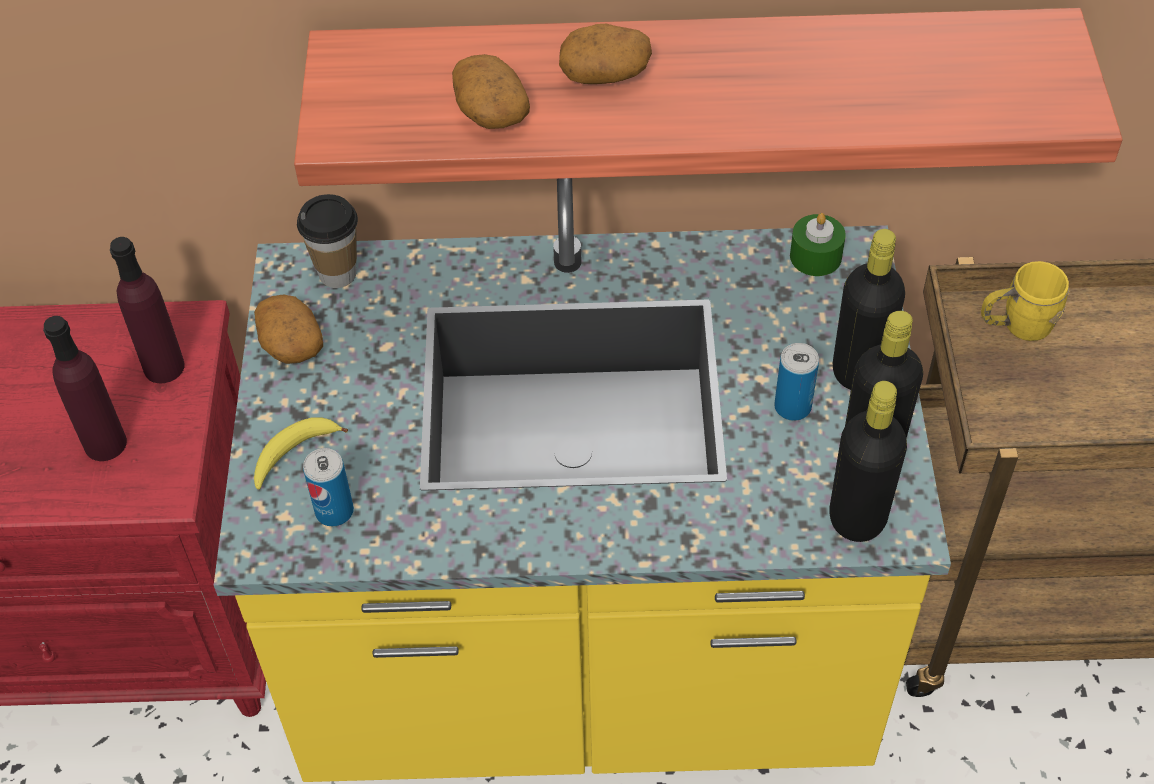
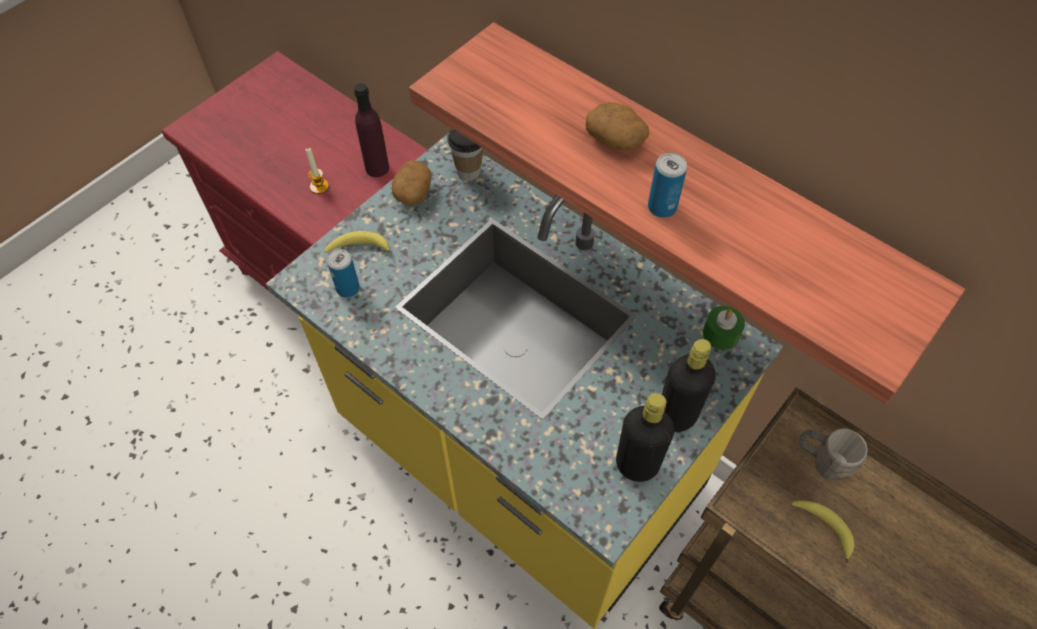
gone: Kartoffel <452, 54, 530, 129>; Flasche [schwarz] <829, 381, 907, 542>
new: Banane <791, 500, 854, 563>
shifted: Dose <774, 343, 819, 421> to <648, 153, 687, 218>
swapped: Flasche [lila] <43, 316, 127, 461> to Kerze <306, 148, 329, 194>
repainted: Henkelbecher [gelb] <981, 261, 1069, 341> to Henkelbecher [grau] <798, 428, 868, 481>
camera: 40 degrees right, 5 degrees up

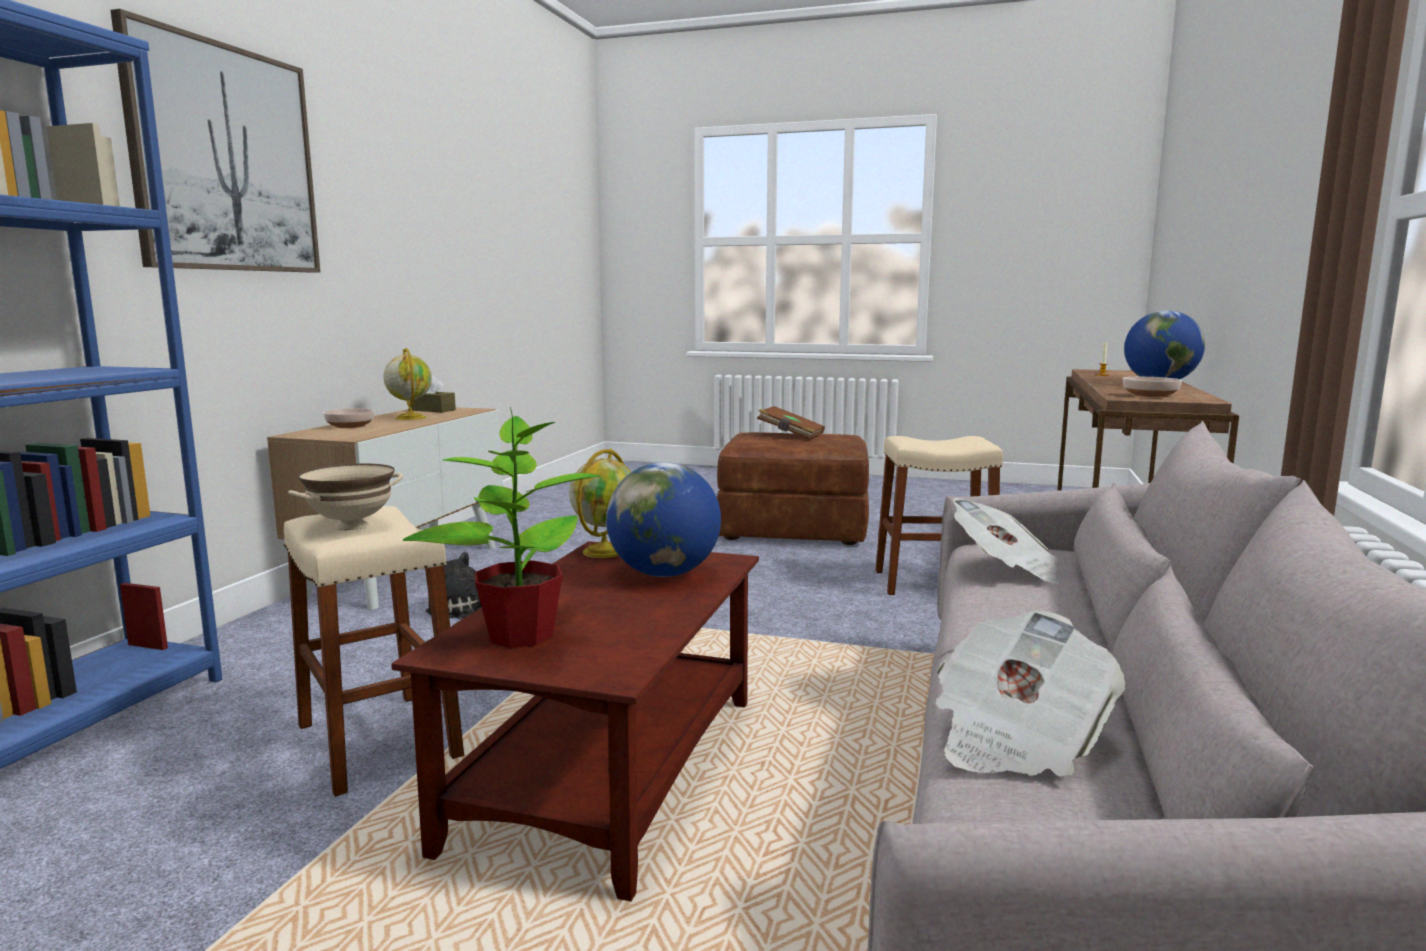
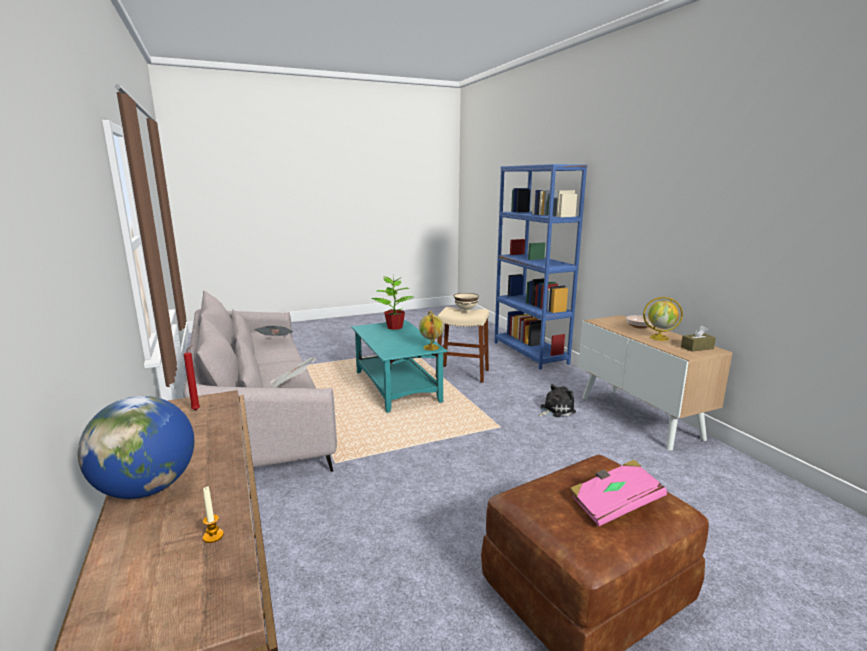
gone: Bild <111, 9, 320, 273>; Hocker [beige] <875, 436, 1003, 595>; Globus <606, 462, 721, 577>
swapped: Schüssel <1123, 377, 1182, 397> to Kerze [rot] <184, 345, 200, 410>
repainted: Buch [braun] <757, 406, 825, 440> to Buch [rosa] <570, 460, 667, 527>; Couchtisch [braun] <392, 541, 759, 901> to Couchtisch [türkis] <351, 320, 447, 413>
camera: 140 degrees right, 5 degrees up

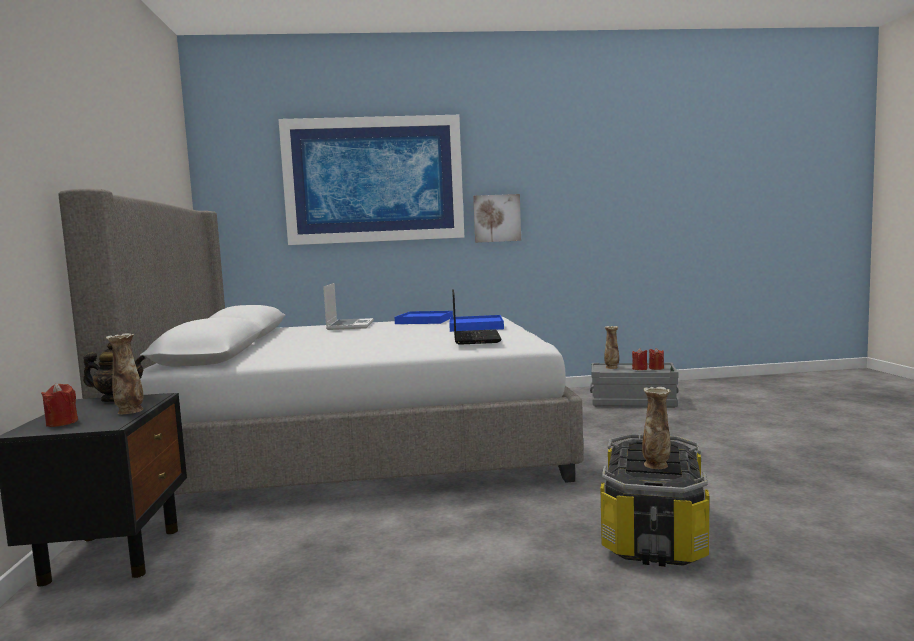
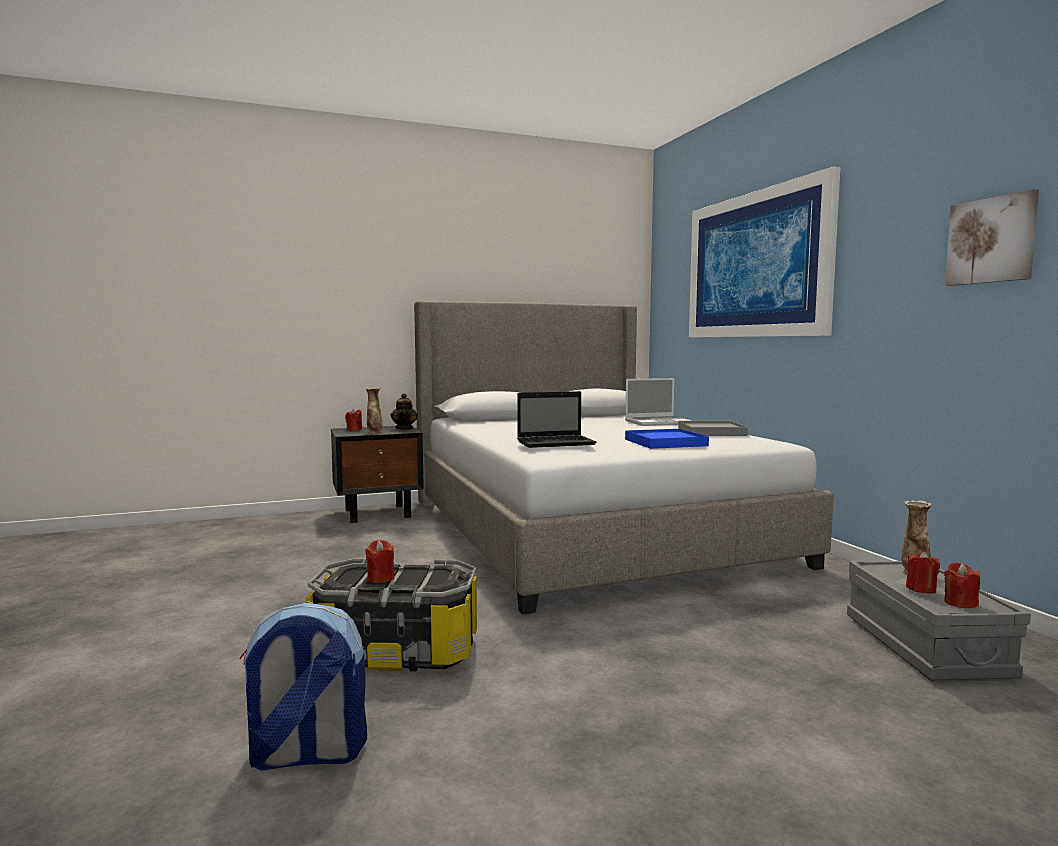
new: Rucksack <240, 603, 367, 771>
shifted: Bild <473, 194, 521, 243> to <945, 189, 1039, 286>
swapped: Vase <642, 387, 671, 469> to Kerze [rot] <365, 540, 395, 583>
repainted: Tablett [blau] <395, 311, 453, 324> to Tablett [grau] <678, 421, 748, 436>
camera: 75 degrees right, 0 degrees up

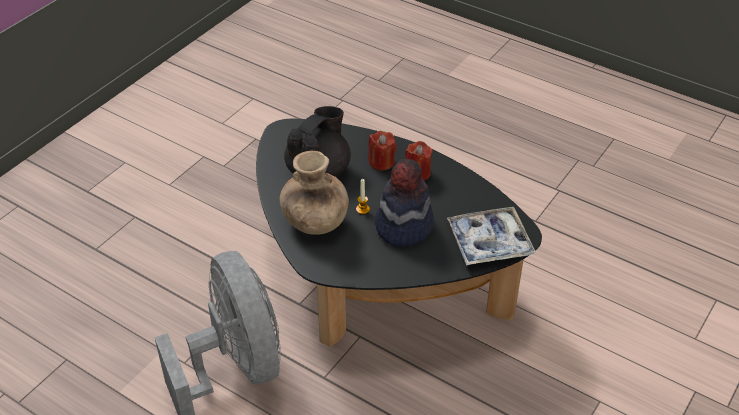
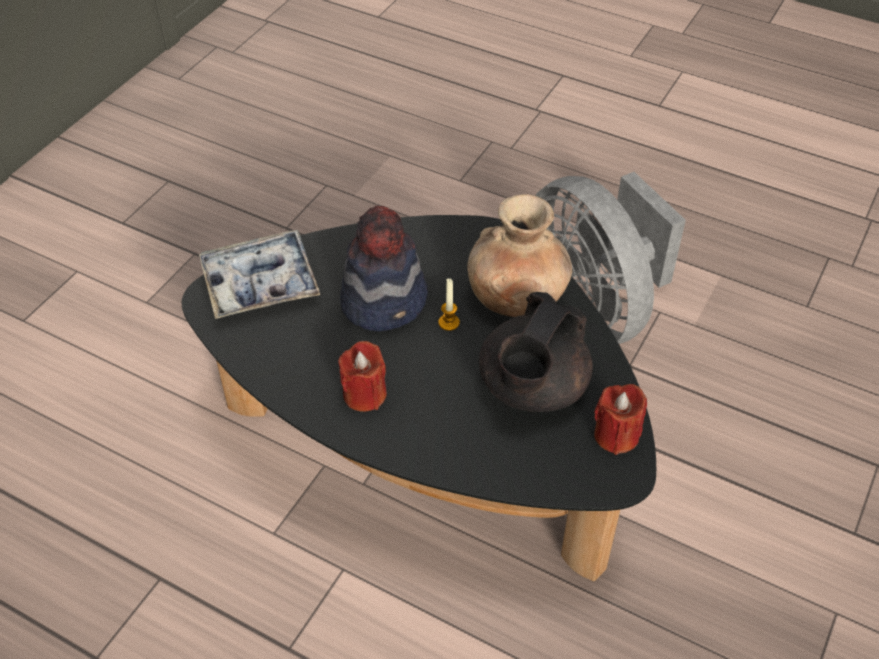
shifted: Kerze [rot] <368, 131, 397, 171> to <594, 384, 647, 455>
camera: 175 degrees right, 5 degrees up

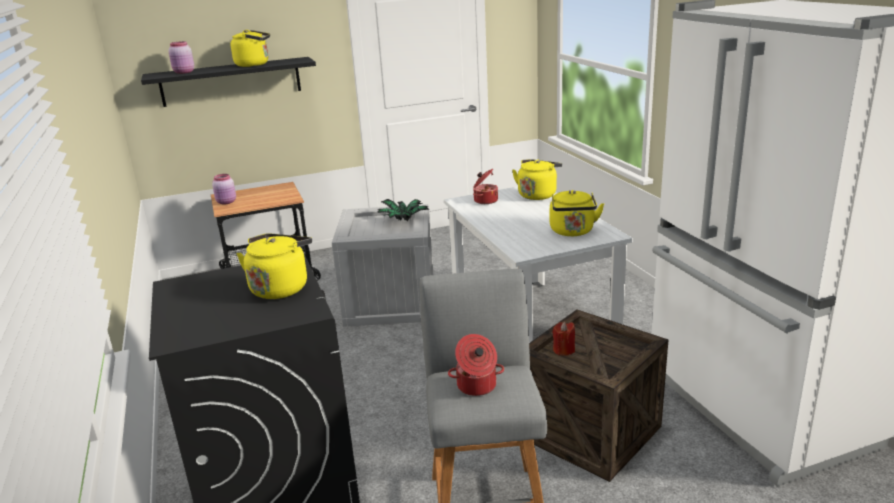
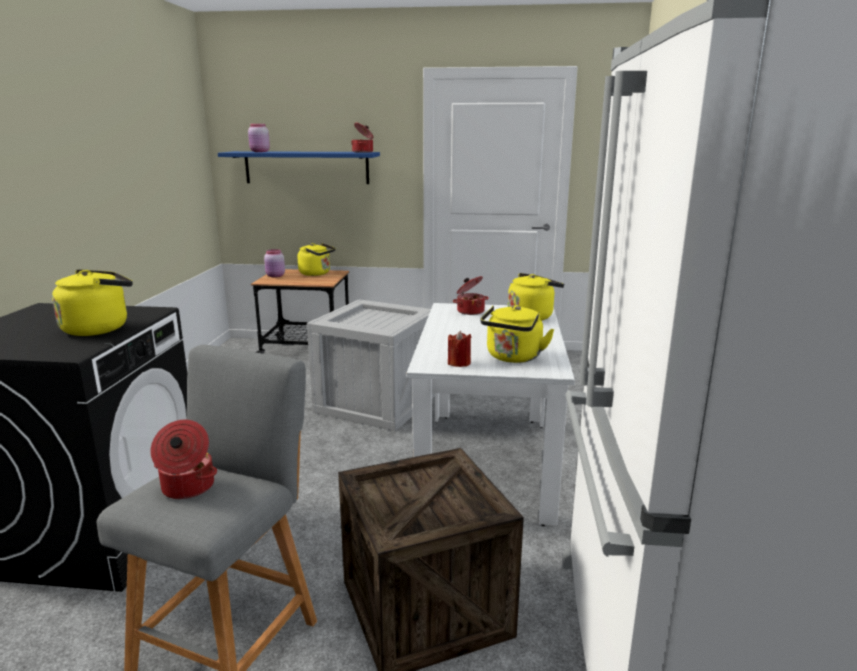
gone: Topfpflanze <377, 199, 430, 221>
new: Kochtopf <351, 123, 374, 153>
shifted: Wasserkessel [gelb] <230, 30, 270, 67> to <297, 243, 335, 276>; Kerze [rot] <552, 322, 575, 356> to <448, 331, 471, 367>
repainted: Wandregal [schwarz] <141, 57, 316, 107> to Wandregal [blau] <218, 151, 380, 184>
camera: 25 degrees right, 5 degrees down

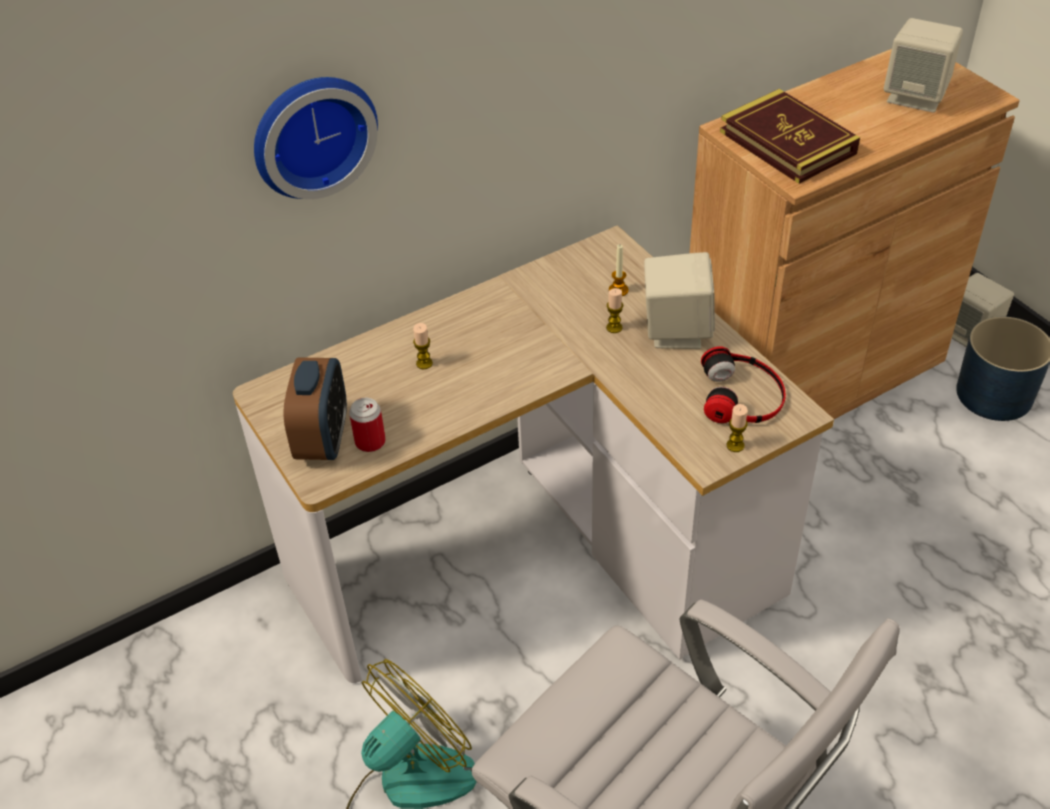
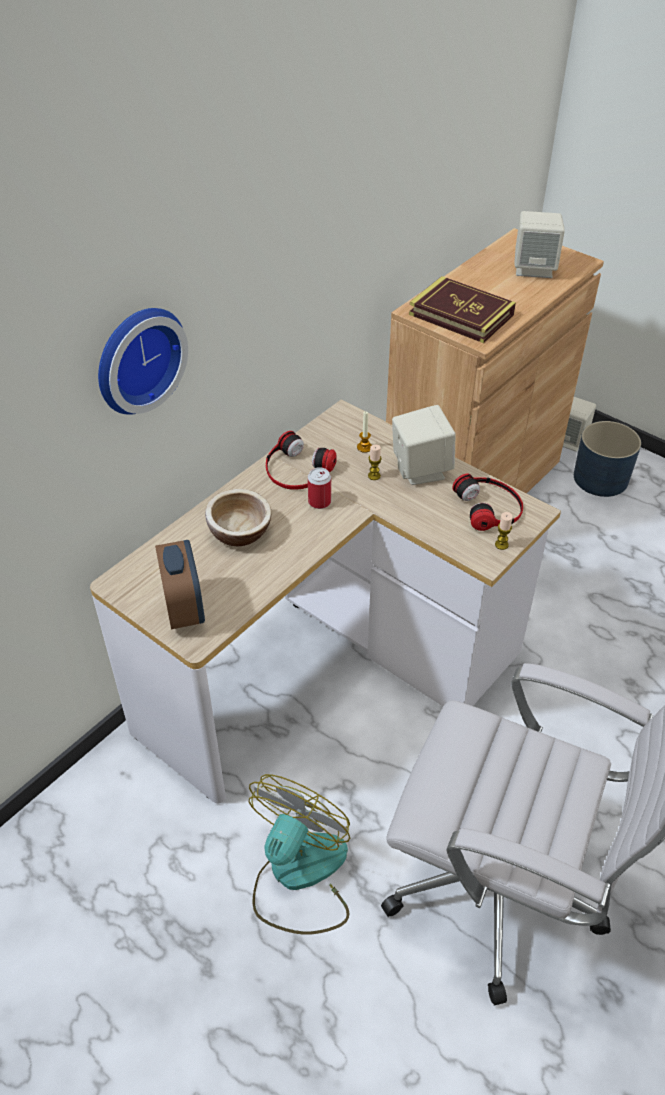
new: Kopfhörer <266, 431, 337, 490>
shifted: Dose <349, 398, 386, 452> to <308, 467, 331, 509>
swapped: Kerze <413, 323, 433, 369> to Schüssel <205, 489, 271, 546>
camera: 20 degrees left, 0 degrees up

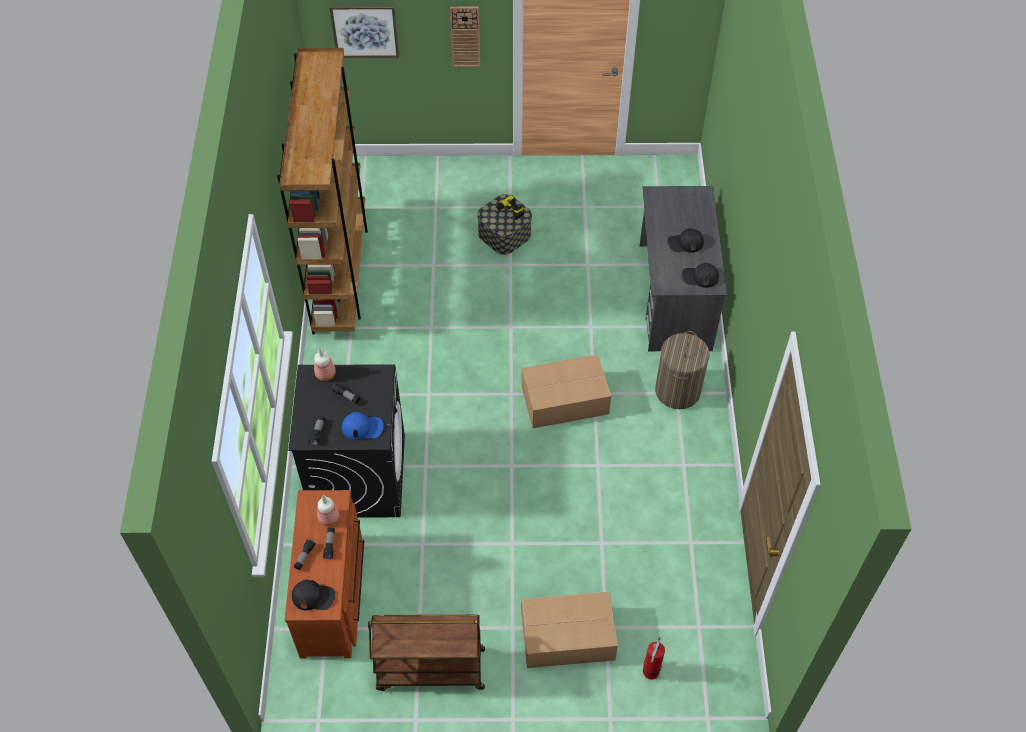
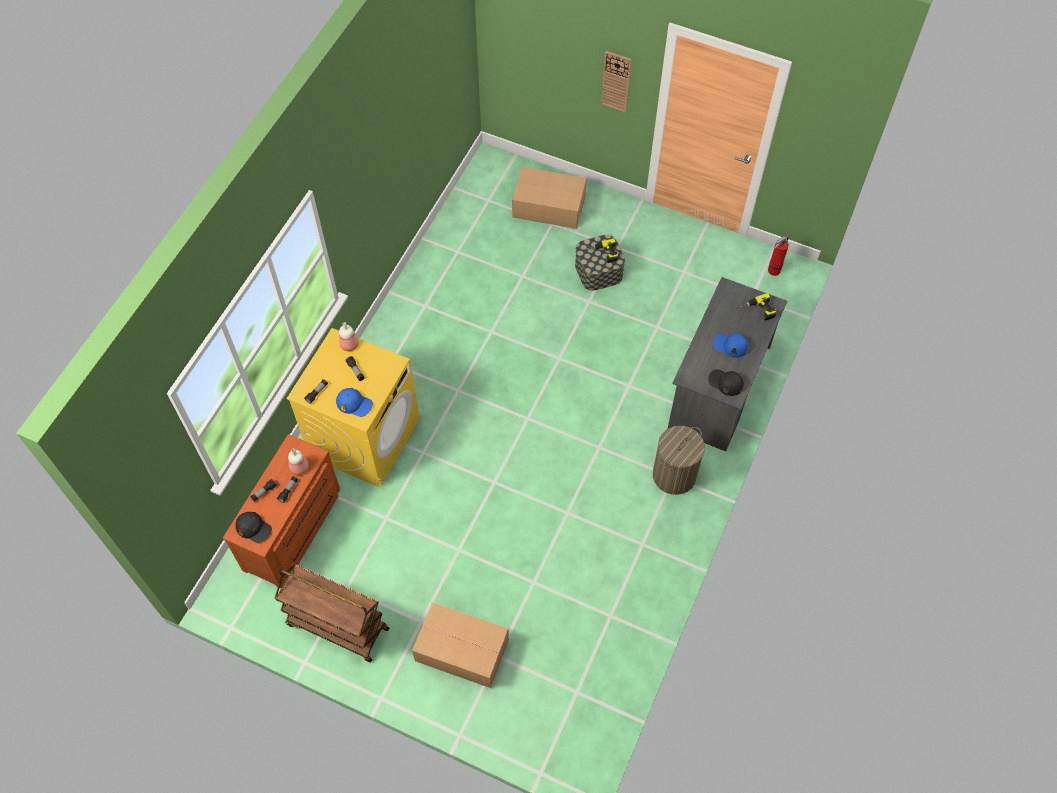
gone: Bild <329, 5, 399, 58>; Bücherregal [braun] <277, 48, 368, 335>
new: Bohrmaschine <737, 293, 777, 321>
shifted: Karton <522, 354, 611, 428> to <512, 167, 586, 229>; Feuerlöscher <643, 637, 665, 680> to <768, 236, 789, 276>
repainted: Kappe [schwarz] <668, 228, 704, 253> to Kappe [blau] <713, 333, 749, 358>; Waschmaschine [schwarz] <288, 364, 405, 517> to Waschmaschine [gelb] <286, 328, 420, 487>
camera: 25 degrees right, 5 degrees up

